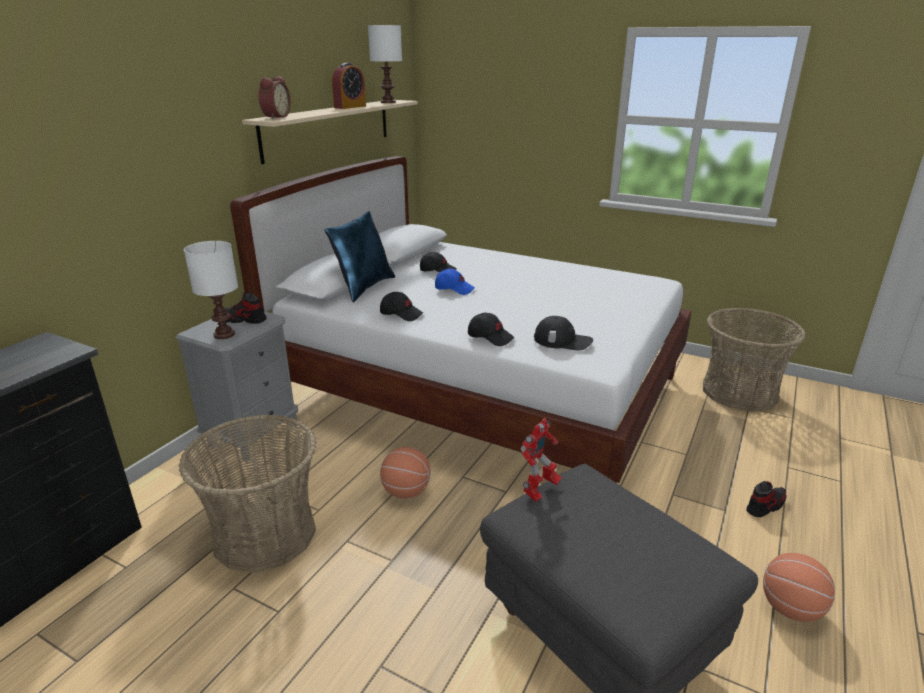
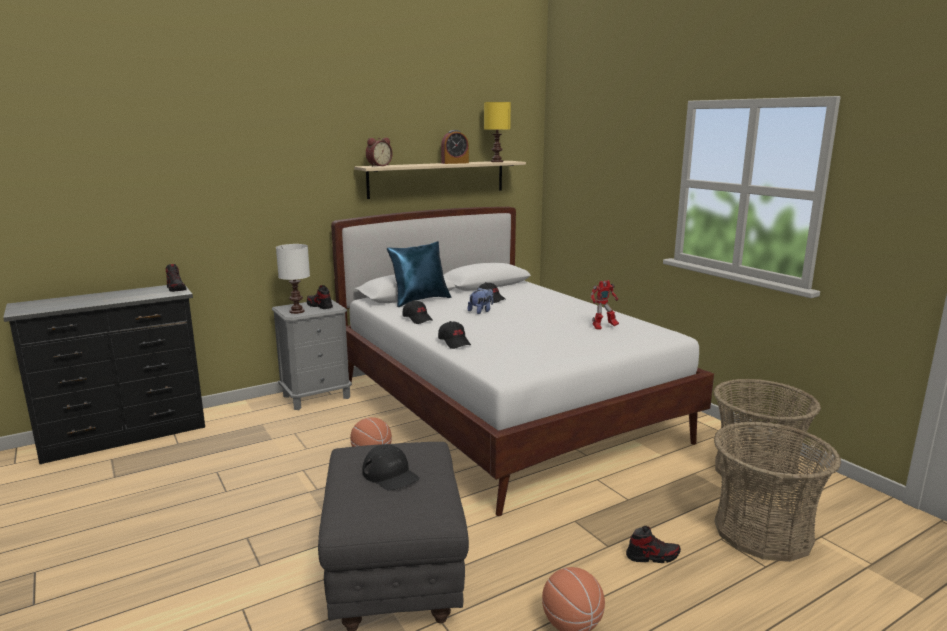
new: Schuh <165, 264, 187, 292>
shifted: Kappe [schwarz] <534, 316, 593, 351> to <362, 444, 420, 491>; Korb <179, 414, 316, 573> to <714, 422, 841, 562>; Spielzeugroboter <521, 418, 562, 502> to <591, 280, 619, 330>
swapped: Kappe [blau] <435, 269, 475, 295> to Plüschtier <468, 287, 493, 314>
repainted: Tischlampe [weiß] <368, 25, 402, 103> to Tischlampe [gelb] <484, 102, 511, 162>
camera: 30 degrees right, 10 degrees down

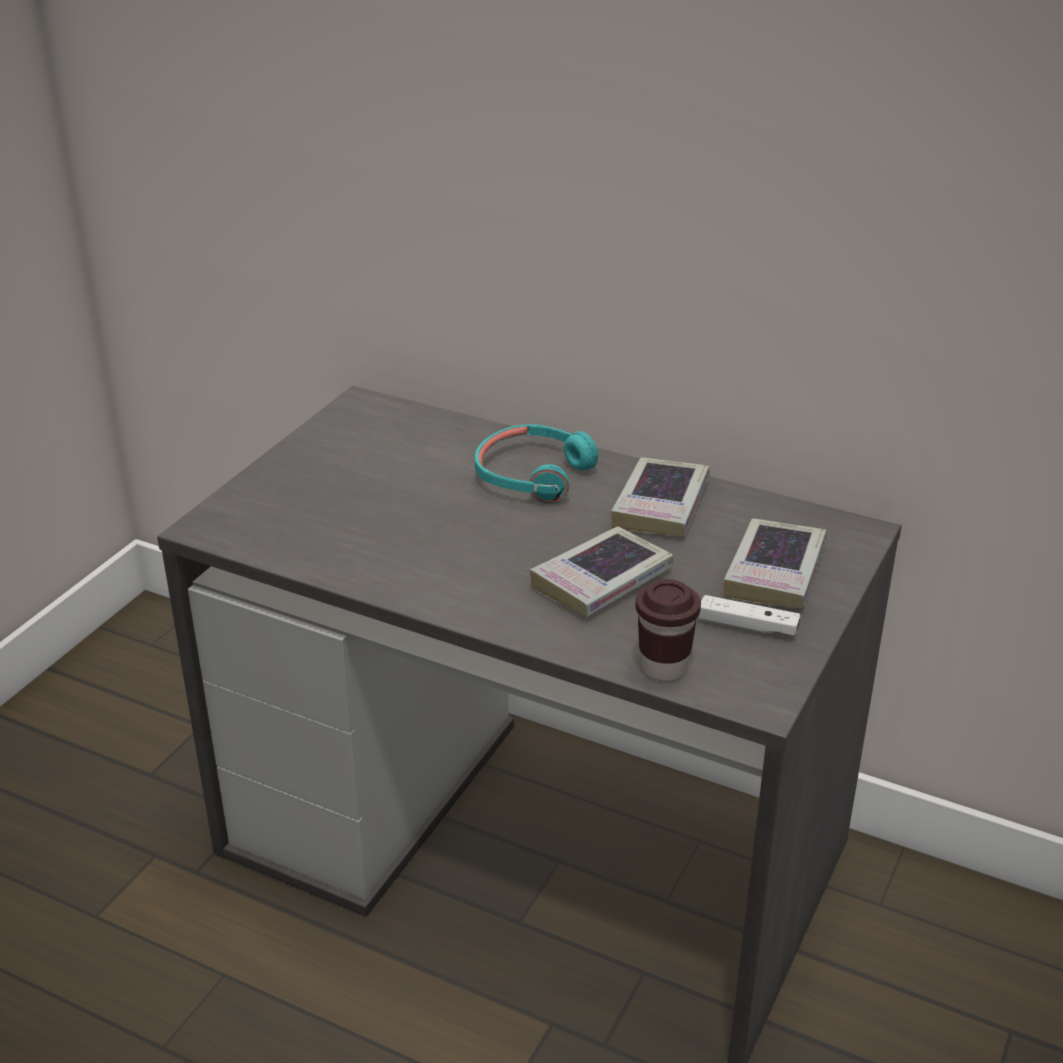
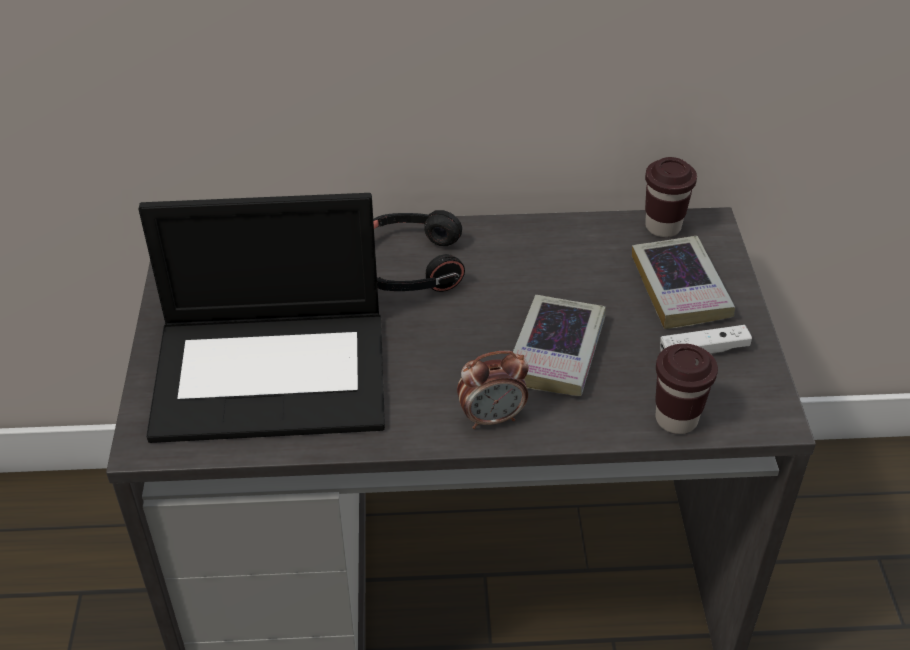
gone: Buch <611, 457, 709, 536>
new: Tasse [braun] <645, 157, 697, 237>; Laptop <139, 193, 385, 443>; Wecker <457, 351, 529, 429>
repainted: Kopfhörer [türkis] <475, 424, 598, 504> to Kopfhörer [schwarz] <373, 210, 465, 292>
camera: 30 degrees left, 10 degrees up

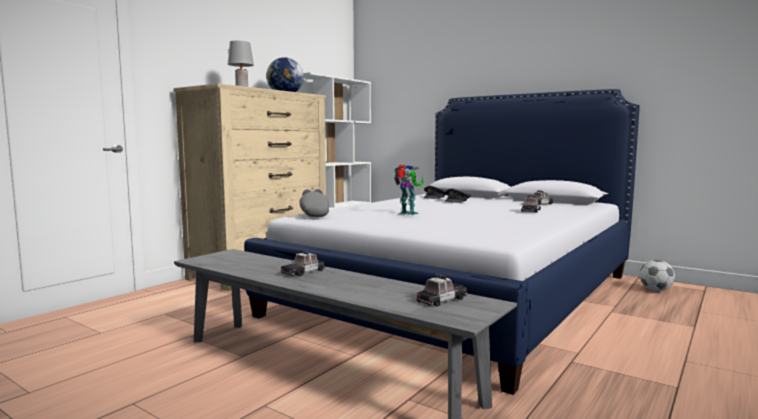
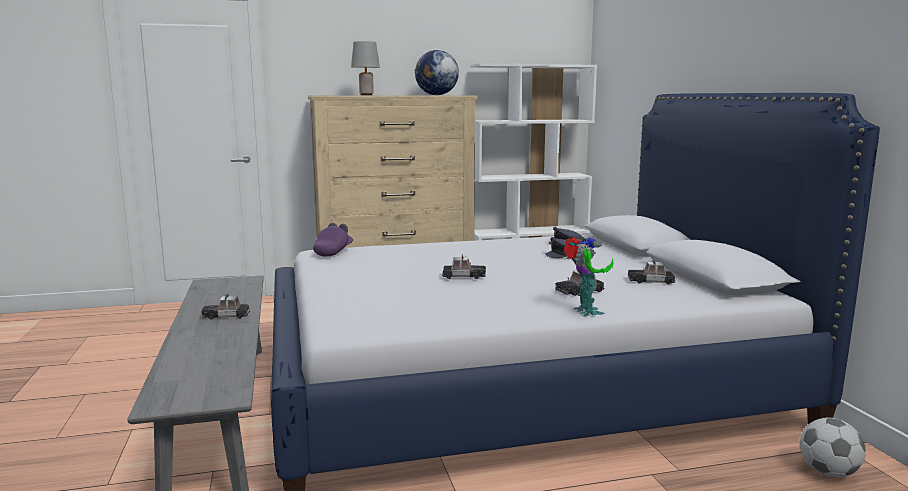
shifted: Spielzeugroboter <394, 165, 423, 215> to <563, 237, 613, 316>; Spielzeugauto <416, 274, 467, 307> to <442, 254, 486, 279>
repainted: Kappe [grau] <299, 189, 329, 217> to Kappe [lila] <313, 223, 353, 256>
camera: 40 degrees right, 5 degrees up

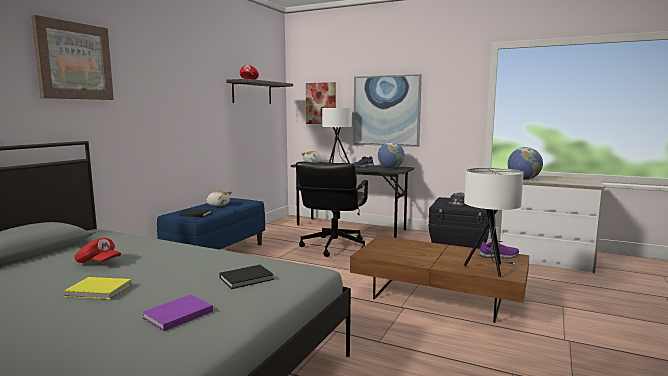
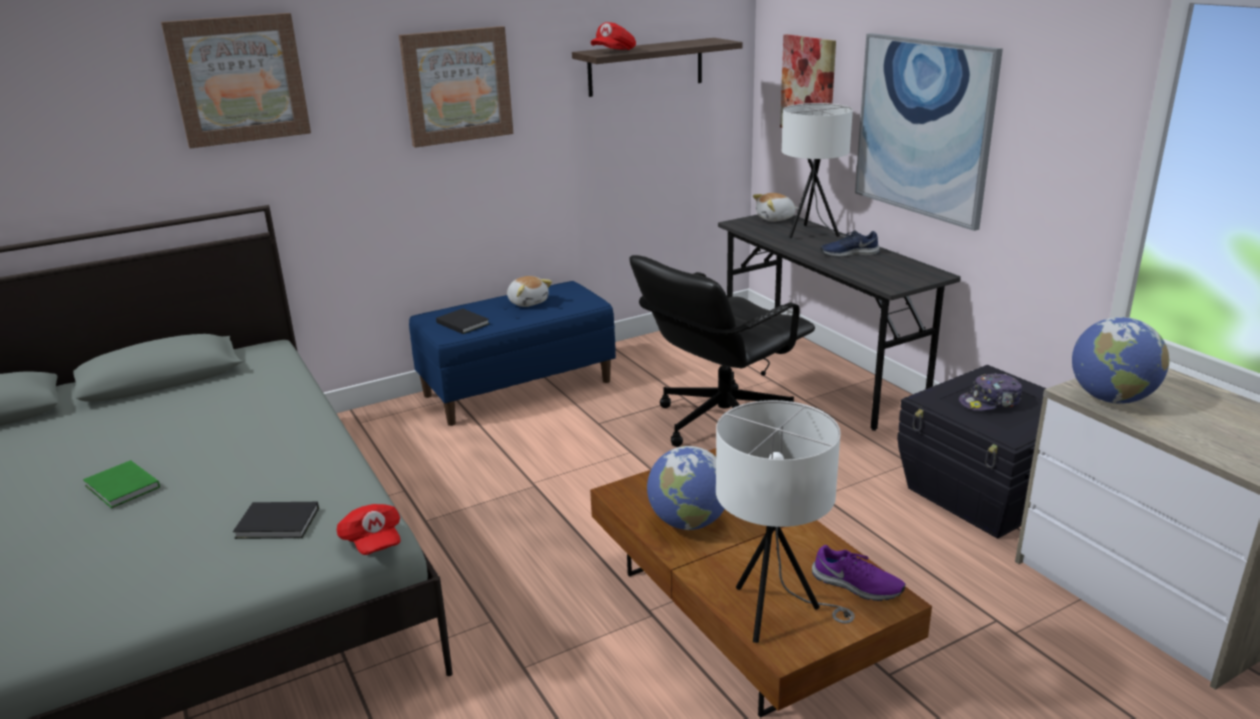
gone: Buch [lila] <142, 294, 213, 331>
new: Bild <399, 26, 513, 148>
shifted: Globus <378, 142, 405, 169> to <647, 446, 724, 530>; Kappe [rot] <74, 238, 121, 263> to <337, 504, 401, 555>
repainted: Buch [gelb] <64, 277, 131, 299> to Buch [grün] <83, 460, 160, 508>
camera: 35 degrees right, 15 degrees up

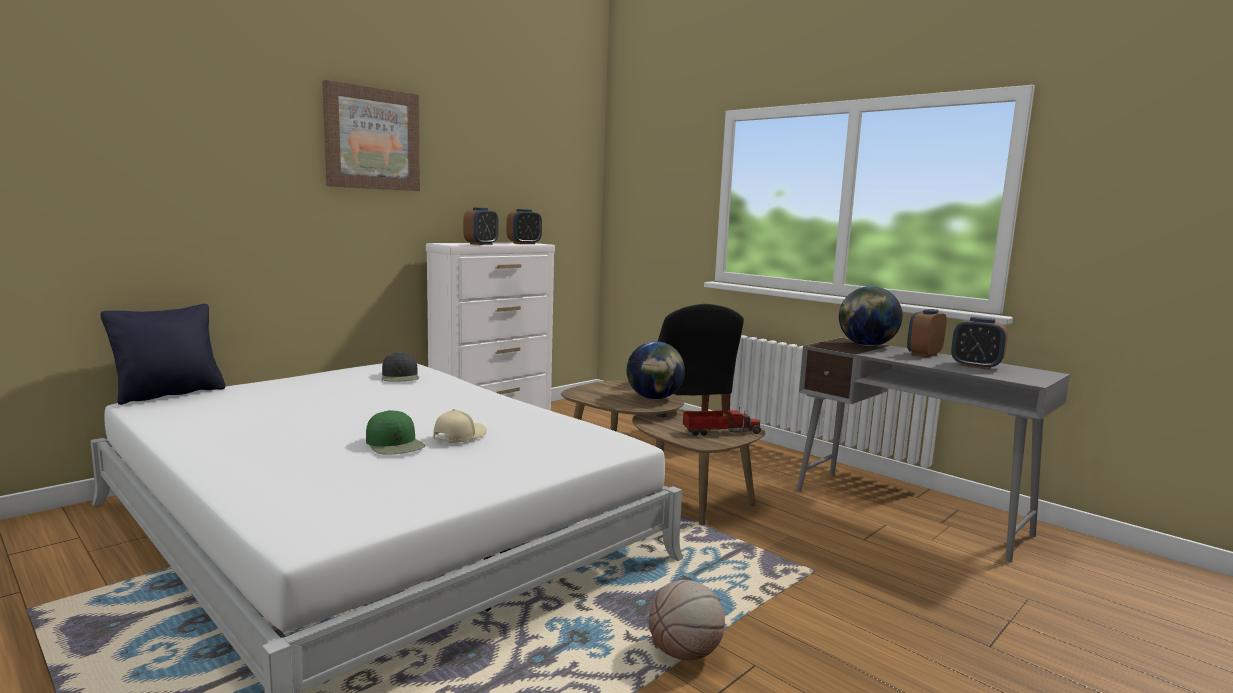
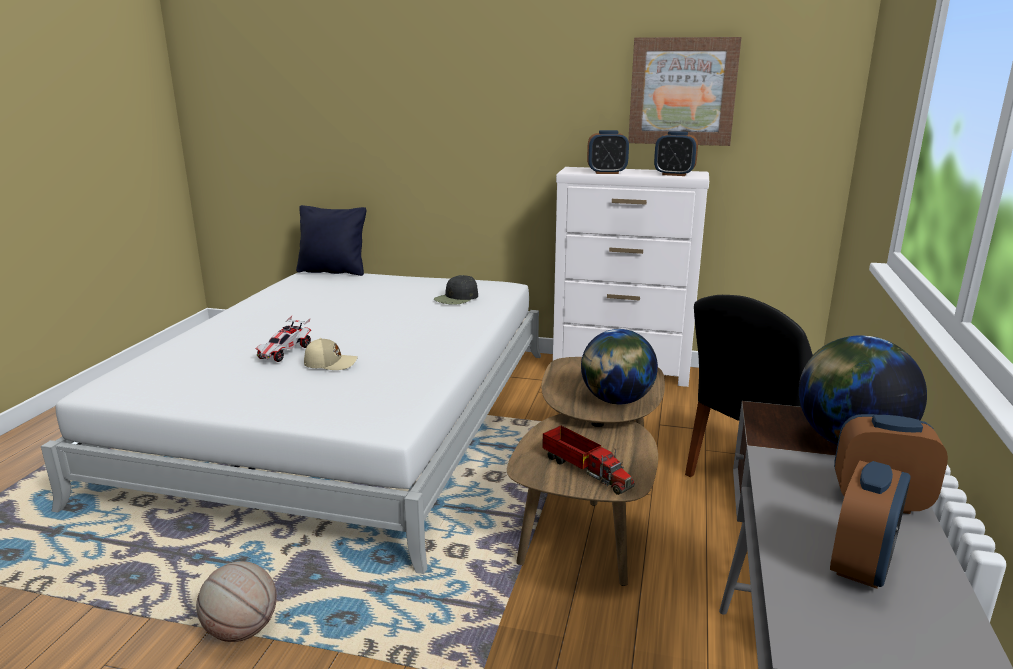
shifted: Bild <322, 80, 420, 191> to <628, 37, 742, 146>
swapped: Kappe [grün] <366, 410, 425, 455> to Spielzeugauto <255, 316, 311, 362>
rotated: Wecker <951, 317, 1008, 370> = <830, 461, 910, 589> 150 degrees counterclockwise
camera: 60 degrees right, 10 degrees up

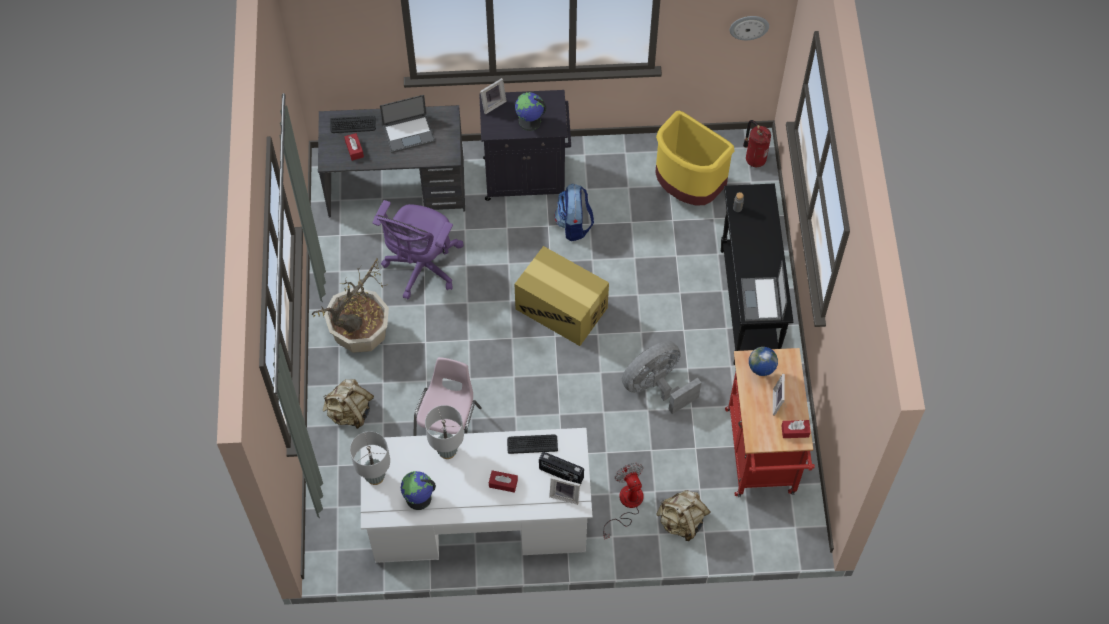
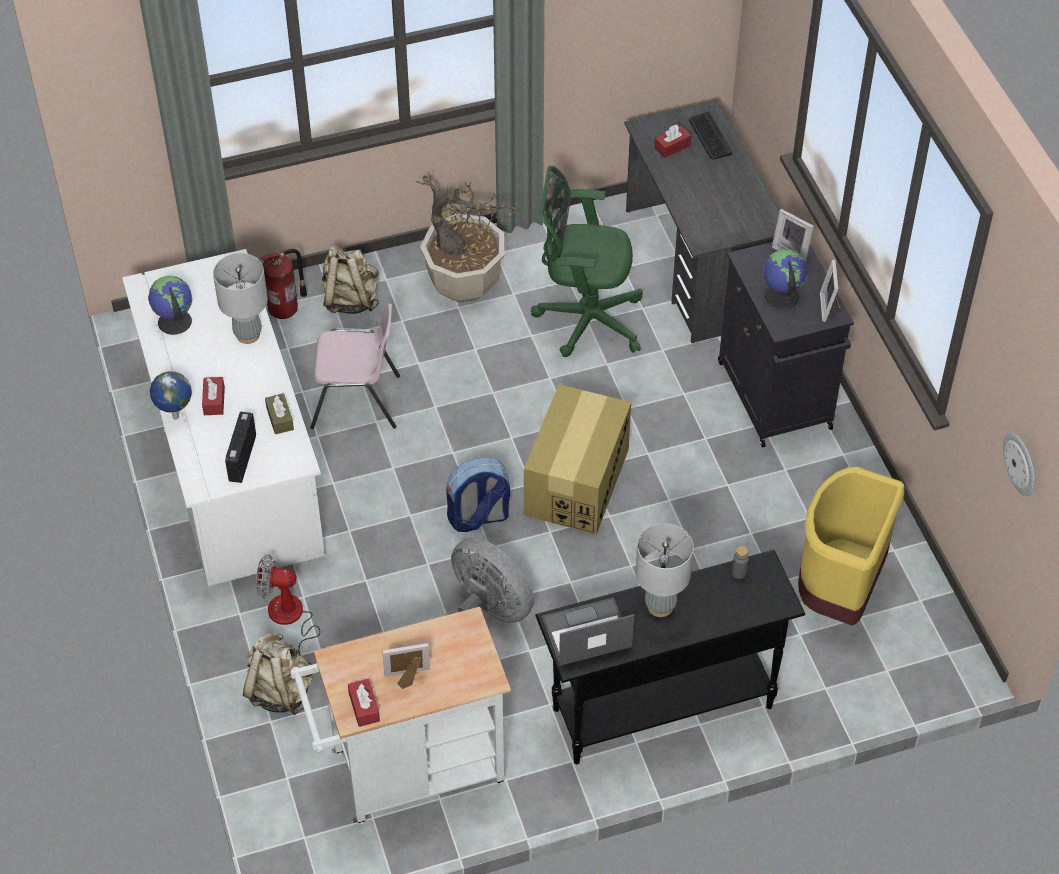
gone: Laptop <380, 95, 435, 153>
shifted: Feuerlöscher <743, 120, 771, 167> to <260, 249, 307, 319>; Rucksack <554, 184, 594, 241> to <446, 458, 510, 532>; Globus <749, 347, 778, 376> to <150, 371, 192, 420>; Tischlampe [grau] <350, 431, 390, 485> to <635, 523, 694, 617>; Bilderrahmen <549, 476, 580, 505> to <820, 260, 840, 322>
swapped: Tastatur <507, 434, 558, 454> to Taschentuchbox [braun] <265, 393, 294, 434>
repainted: Bürostuhl [lila] <373, 200, 464, 299> to Bürostuhl [grün] <531, 166, 643, 357>; Rollwagen [rot] <725, 348, 815, 498> to Rollwagen [weiß] <290, 607, 511, 825>
rotated: Ventilator <603, 463, 644, 540> = <256, 554, 325, 665> 135 degrees counterclockwise
camera: 75 degrees right, 10 degrees down

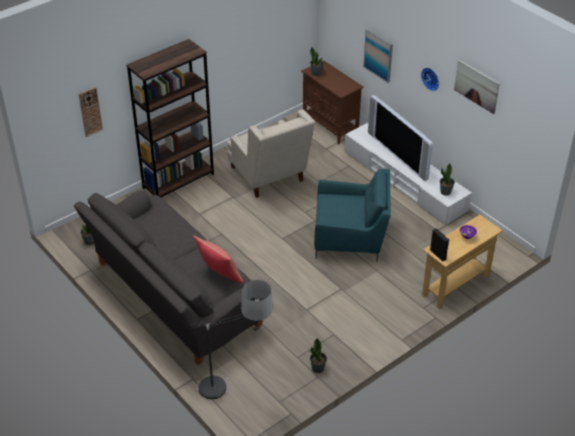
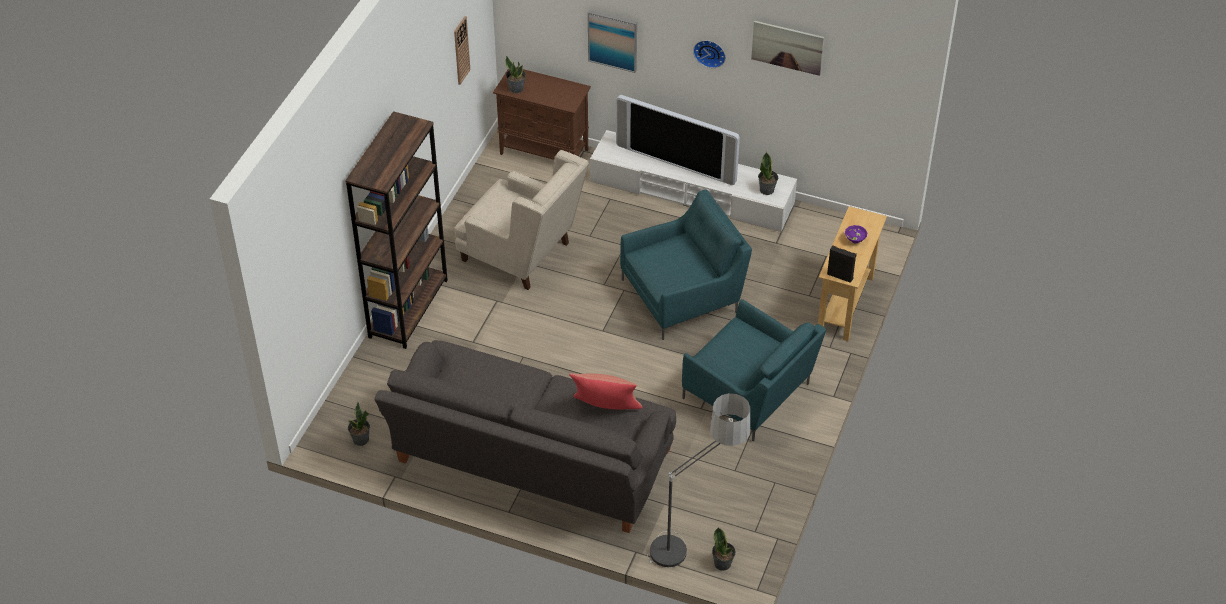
new: Sessel [türkis] <682, 299, 826, 442>
shifted: Wanduhr <79, 87, 103, 137> to <454, 16, 470, 85>; Topfpflanze <310, 338, 327, 373> to <712, 527, 736, 571>
camera: 30 degrees left, 5 degrees up

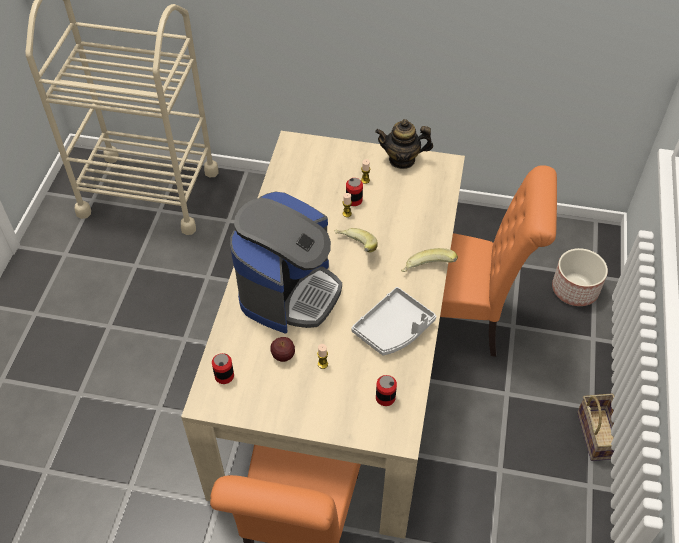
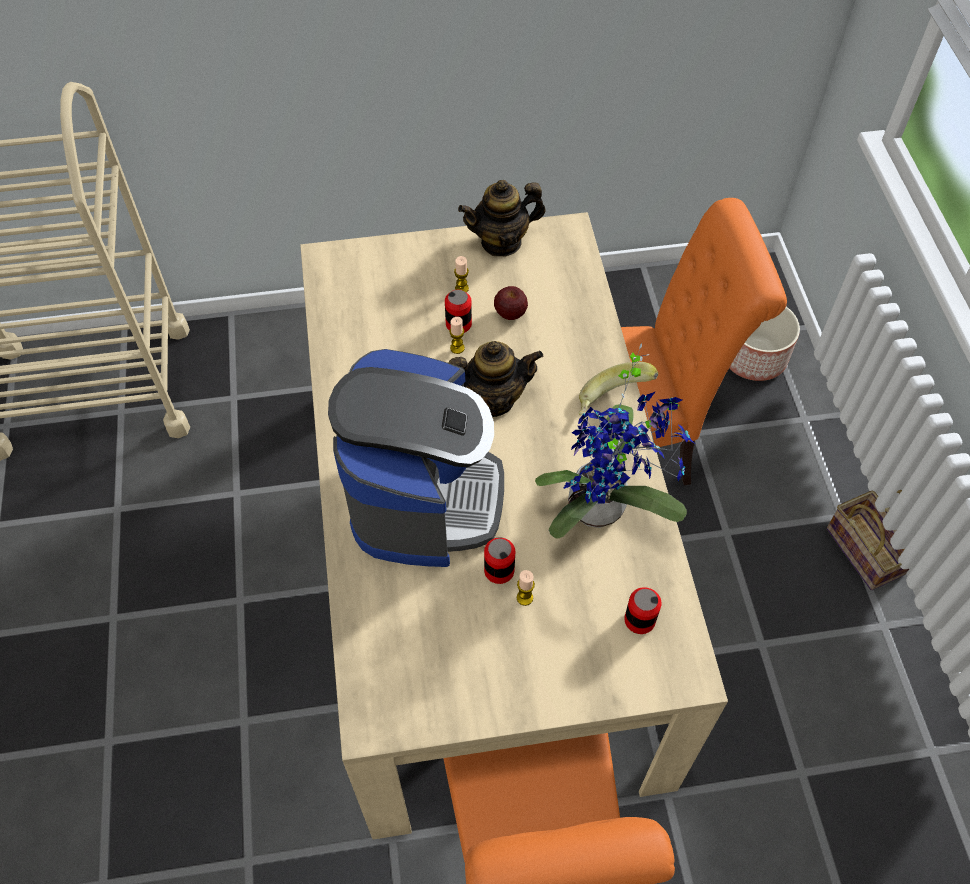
shifted: Apfel <271, 337, 295, 362> to <494, 286, 528, 320>; Dose <212, 353, 234, 384> to <484, 538, 515, 584>
swapped: Banane <335, 228, 378, 252> to Teekanne <448, 341, 543, 417>; Tablett [grau] <351, 287, 436, 355> to Topfpflanze <535, 343, 695, 539>
camera: 20 degrees left, 5 degrees up

